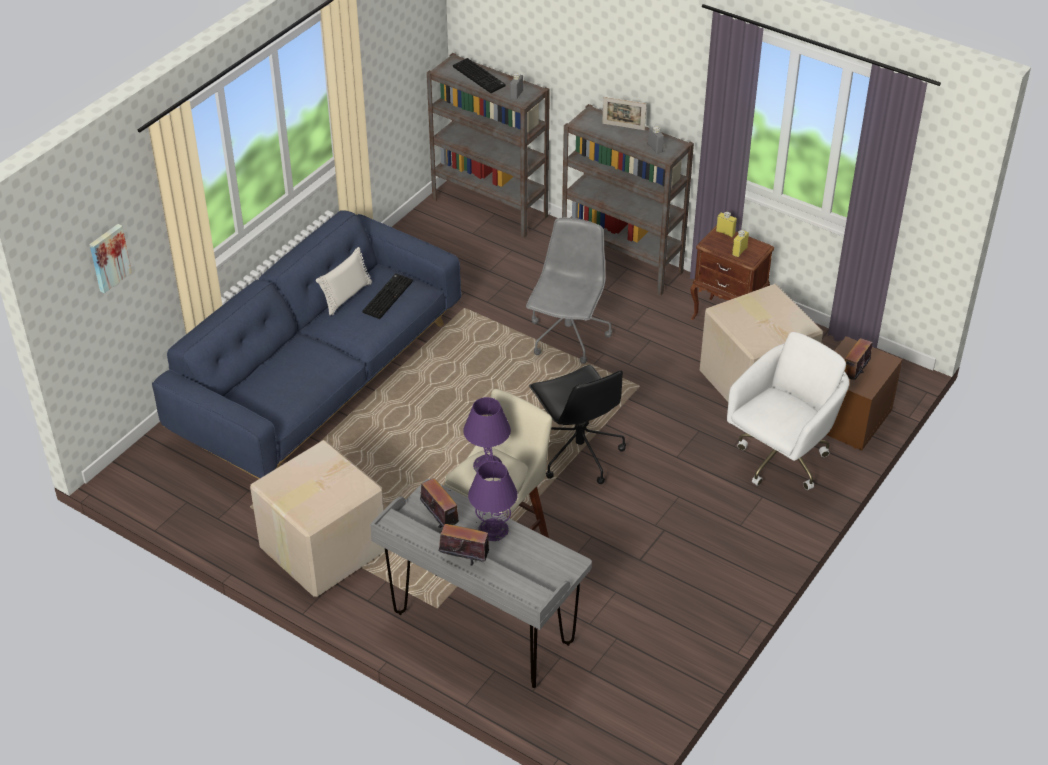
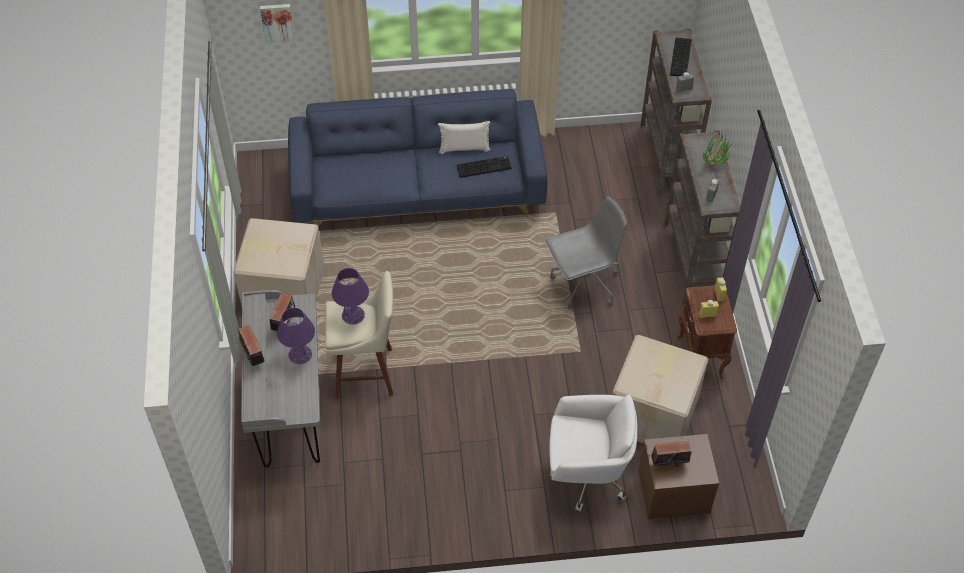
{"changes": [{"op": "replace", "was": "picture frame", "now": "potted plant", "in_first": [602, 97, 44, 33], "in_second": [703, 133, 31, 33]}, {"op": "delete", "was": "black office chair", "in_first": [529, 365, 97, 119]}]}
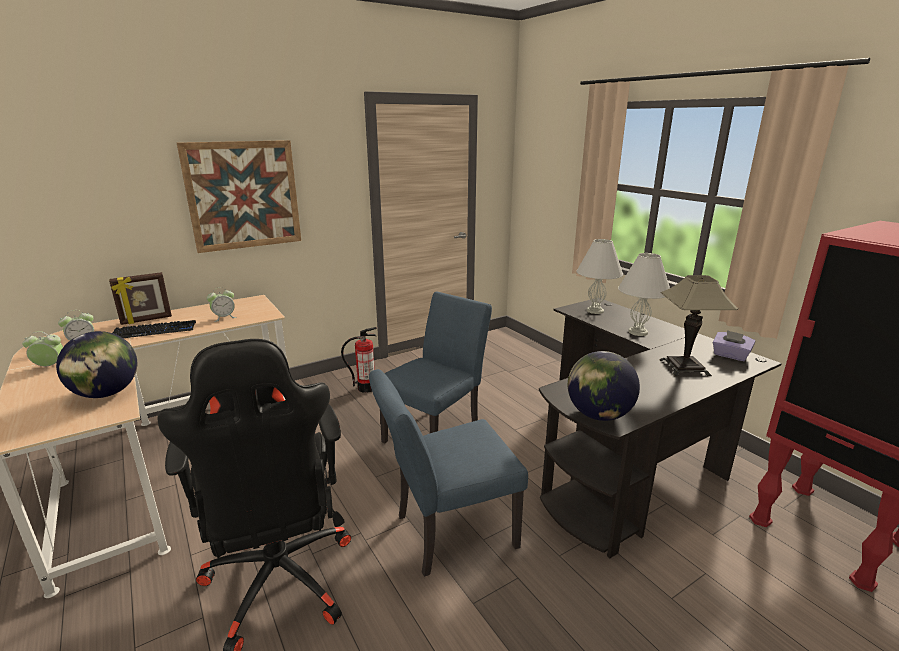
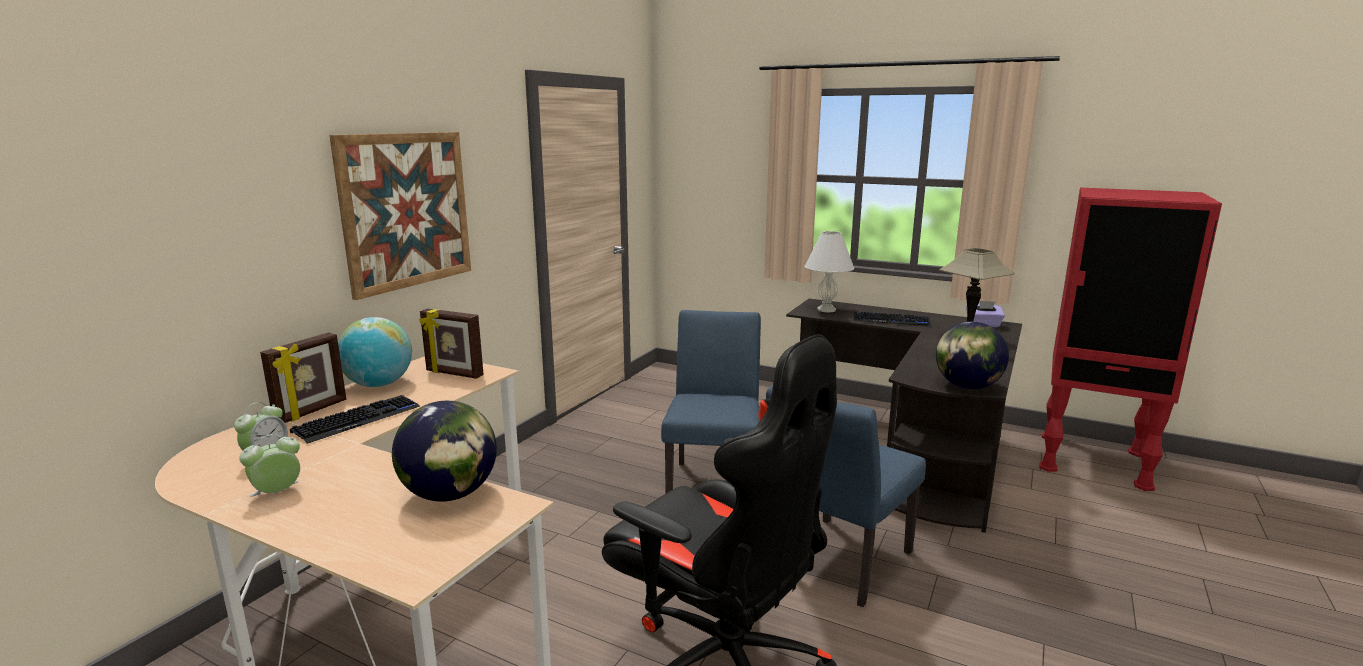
{"changes": [{"op": "insert", "now": "globe", "in_second": [338, 317, 74, 70]}, {"op": "insert", "now": "picture frame", "in_second": [419, 309, 65, 70]}, {"op": "replace", "was": "white table lamp", "now": "keyboard", "in_first": [618, 253, 52, 83], "in_second": [853, 312, 78, 14]}, {"op": "delete", "was": "alarm clock", "in_first": [206, 287, 31, 35]}, {"op": "delete", "was": "fire extinguisher", "in_first": [341, 327, 36, 66]}]}
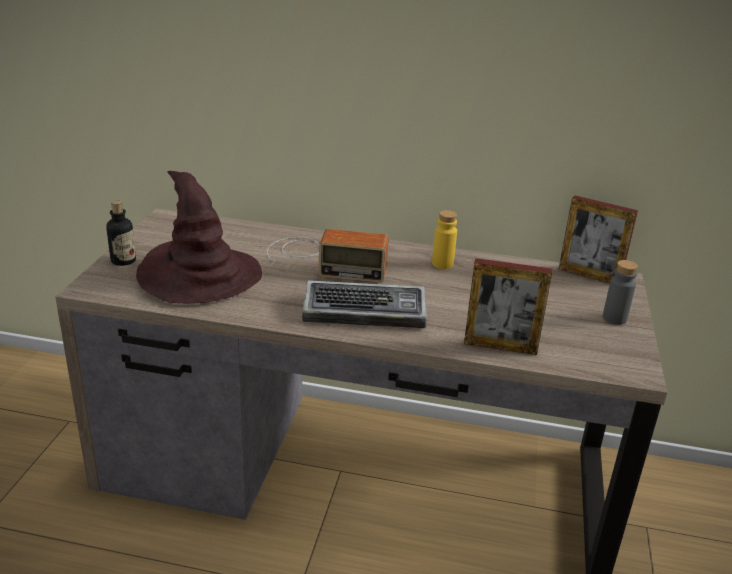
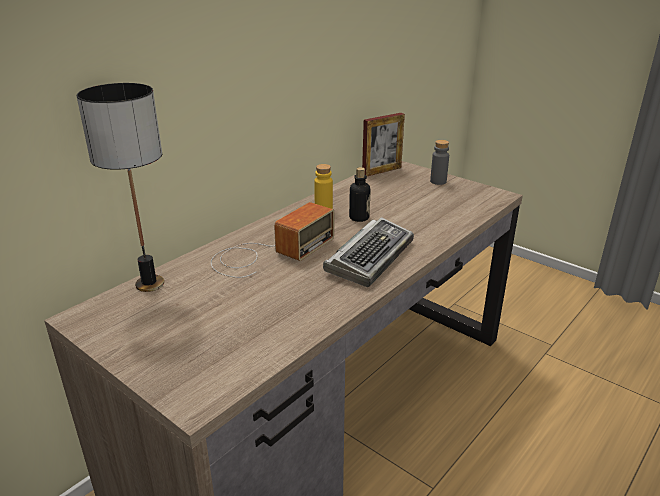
{"changes": [{"op": "insert", "now": "table lamp", "in_second": [77, 83, 87, 209]}, {"op": "move", "was": "bottle", "in_first": [106, 200, 30, 66], "in_second": [349, 167, 21, 55]}, {"op": "delete", "was": "brown hat", "in_first": [136, 171, 126, 133]}, {"op": "delete", "was": "picture frame", "in_first": [464, 258, 88, 97]}]}
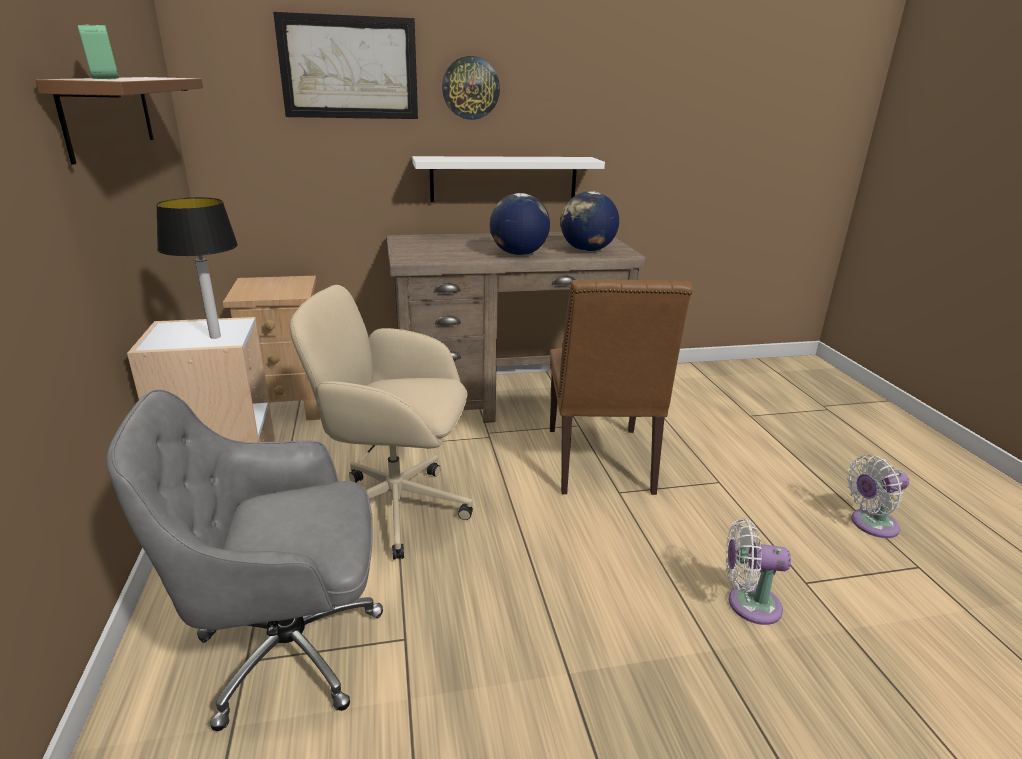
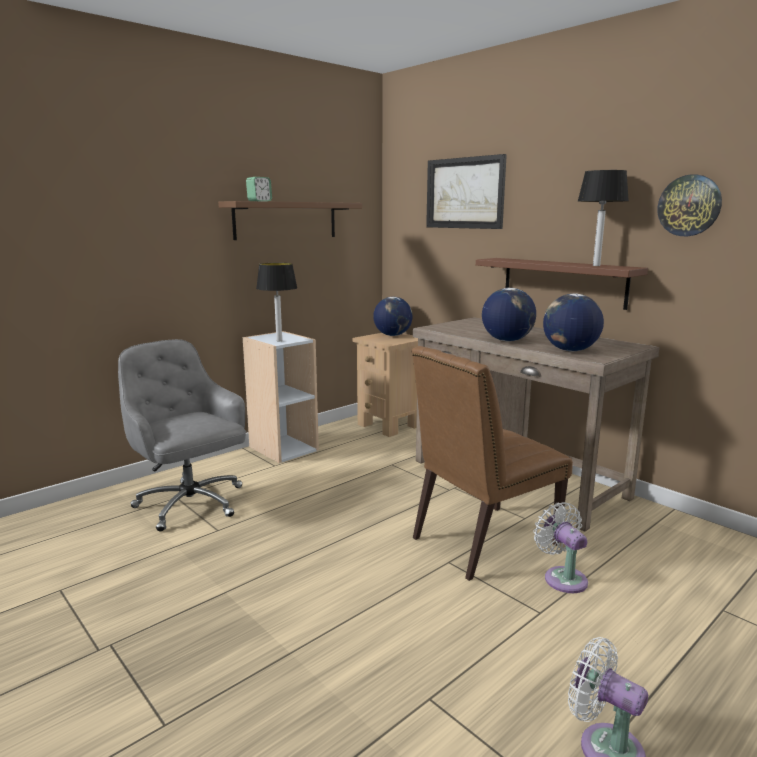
{"changes": [{"op": "insert", "now": "globe", "in_second": [373, 297, 40, 39]}, {"op": "recolor", "was": "white shelf", "now": "brown shelf", "in_first": [412, 156, 193, 46], "in_second": [476, 258, 172, 52]}, {"op": "move", "was": "white fan", "in_first": [726, 519, 65, 106], "in_second": [534, 502, 54, 91]}, {"op": "insert", "now": "table lamp", "in_second": [578, 170, 51, 96]}, {"op": "move", "was": "wall clock", "in_first": [442, 56, 58, 64], "in_second": [657, 174, 65, 62]}, {"op": "delete", "was": "beige office chair", "in_first": [290, 285, 183, 274]}]}
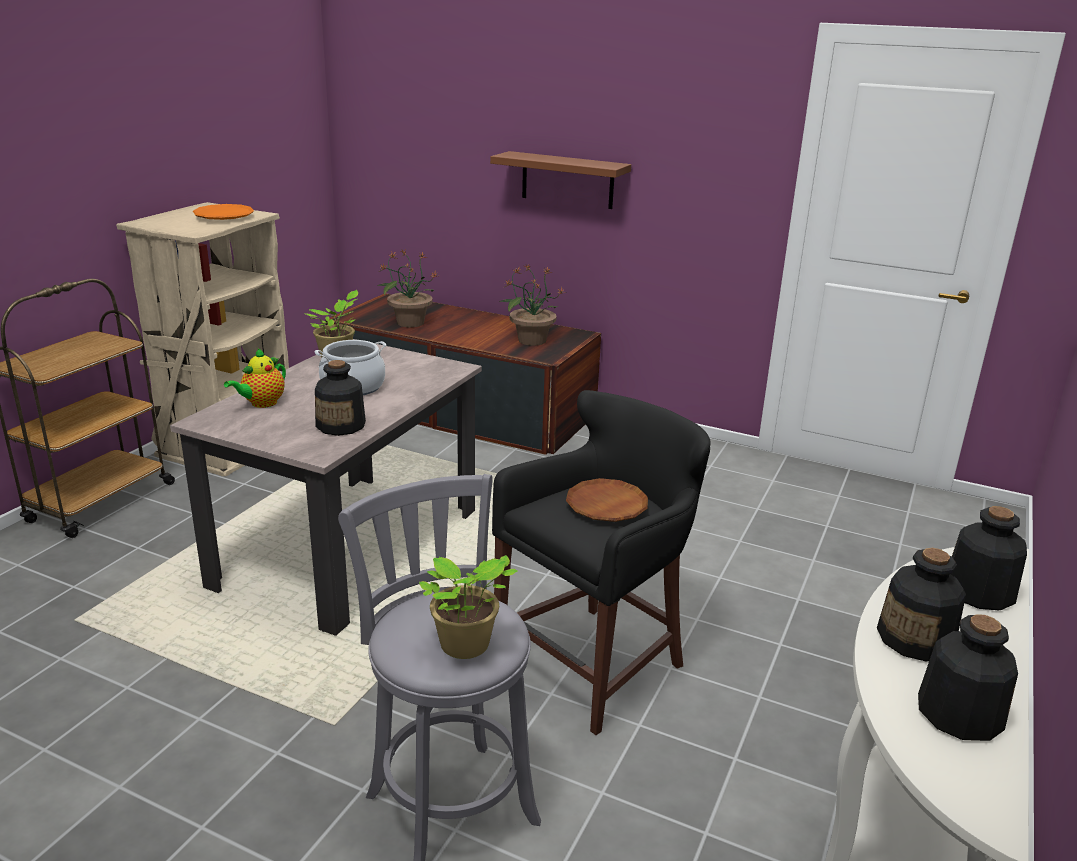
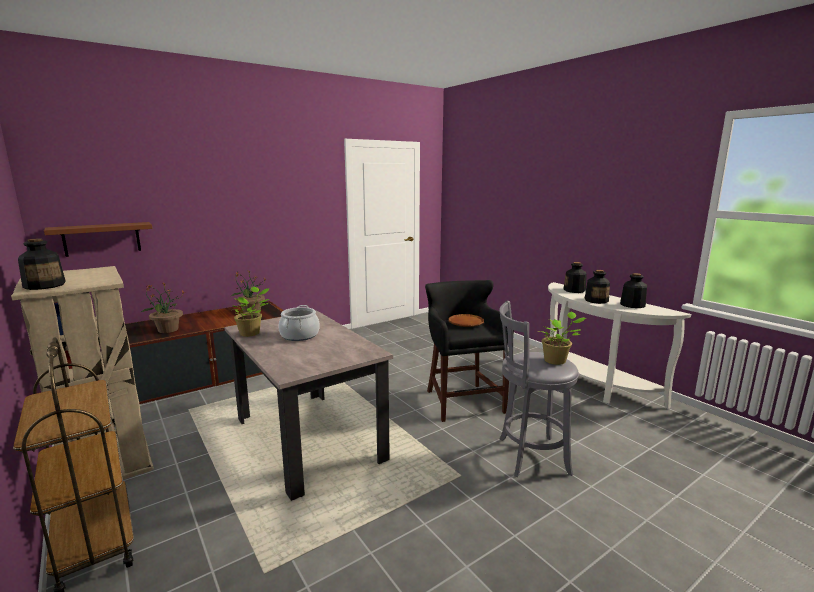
{"changes": [{"op": "move", "was": "bottle", "in_first": [315, 360, 51, 76], "in_second": [18, 238, 48, 52]}, {"op": "move", "was": "brown shelf", "in_first": [490, 151, 141, 58], "in_second": [44, 222, 108, 35]}, {"op": "delete", "was": "orange plate", "in_first": [193, 204, 61, 16]}, {"op": "delete", "was": "teapot", "in_first": [224, 348, 62, 60]}]}
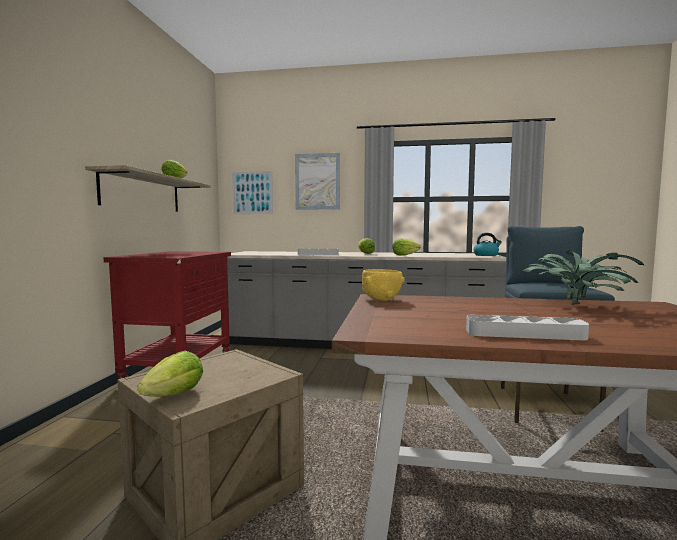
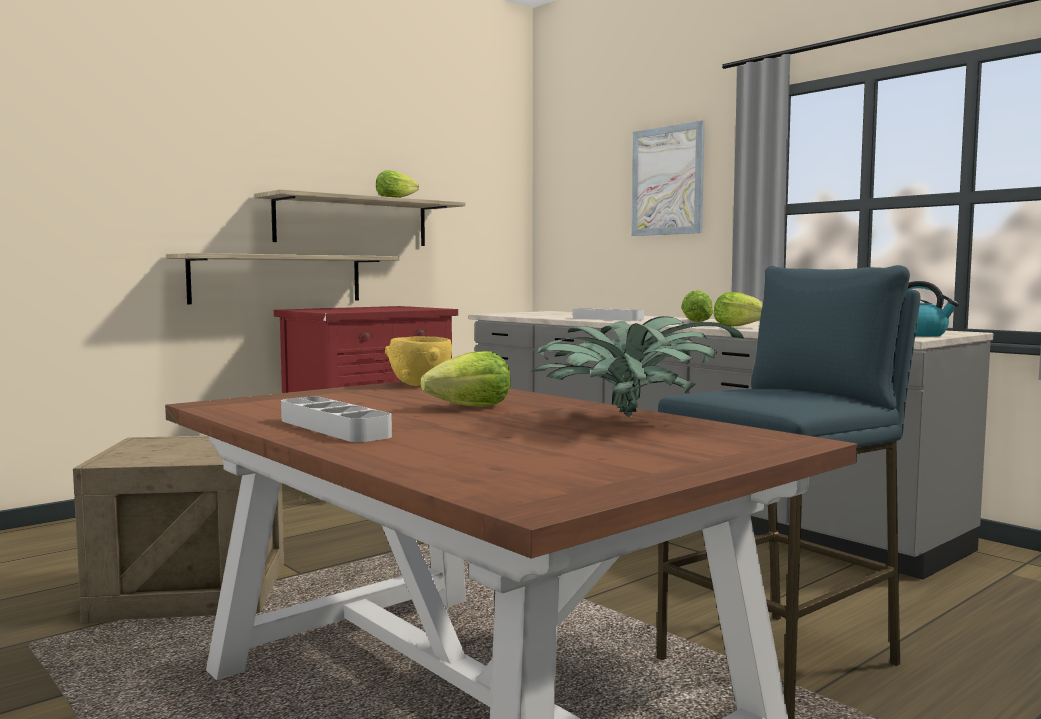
{"changes": [{"op": "insert", "now": "shelf", "in_second": [166, 253, 233, 51]}, {"op": "move", "was": "lettuce", "in_first": [137, 351, 66, 46], "in_second": [421, 351, 90, 56]}, {"op": "delete", "was": "picture", "in_first": [232, 171, 41, 43]}]}
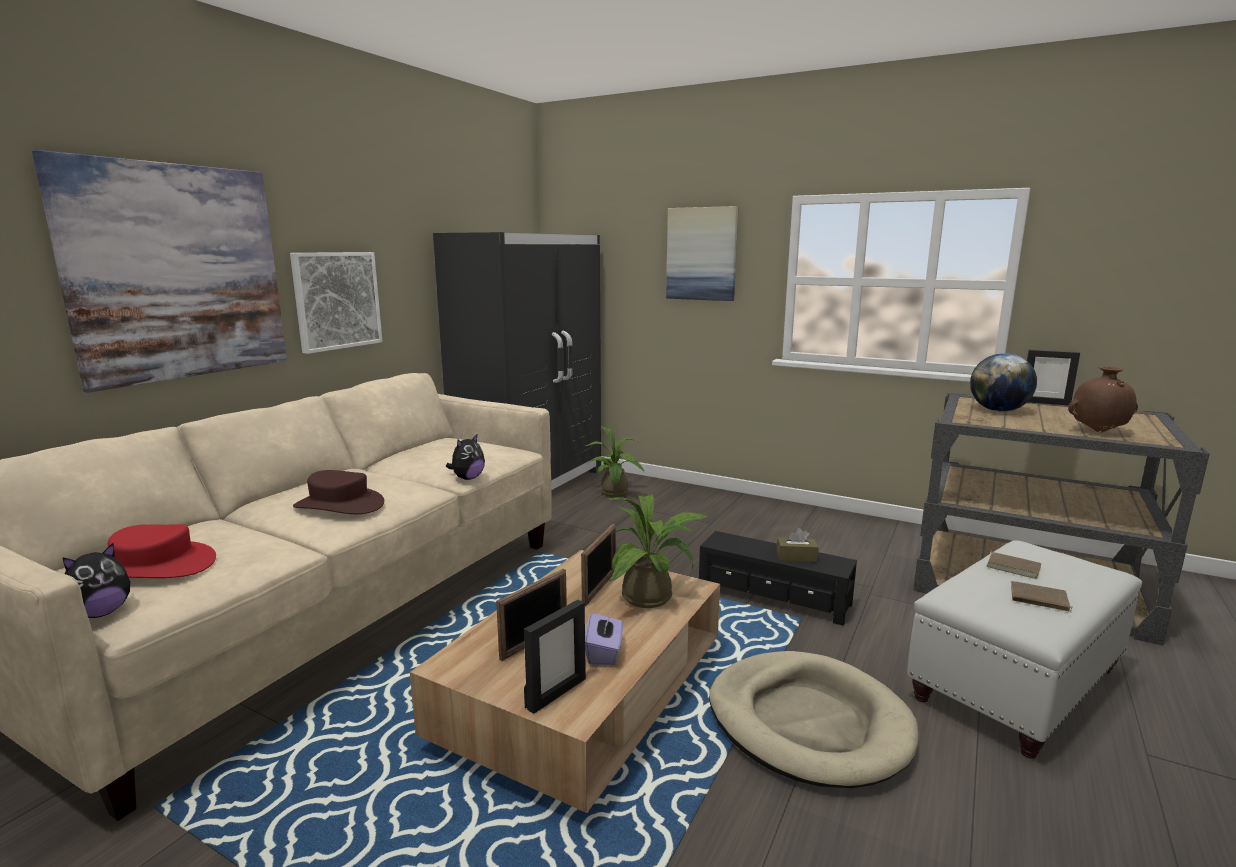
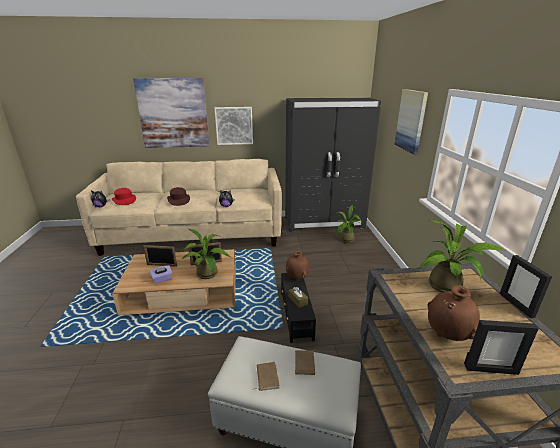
{"changes": [{"op": "insert", "now": "brown vase", "in_second": [286, 251, 23, 28]}, {"op": "replace", "was": "globe", "now": "potted plant", "in_first": [970, 353, 67, 59], "in_second": [417, 220, 88, 73]}, {"op": "move", "was": "picture frame", "in_first": [524, 600, 62, 114], "in_second": [464, 320, 75, 55]}, {"op": "delete", "was": "beige dog bed", "in_first": [709, 651, 210, 137]}]}
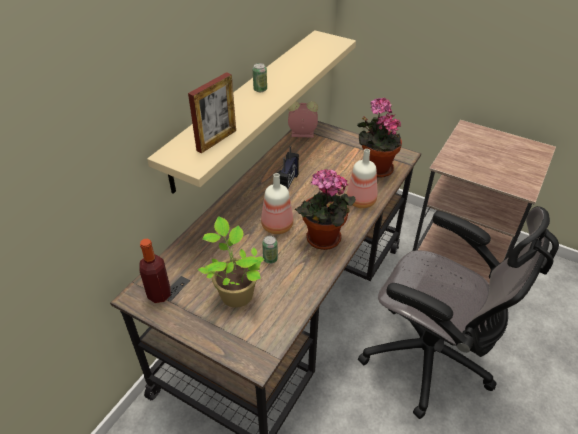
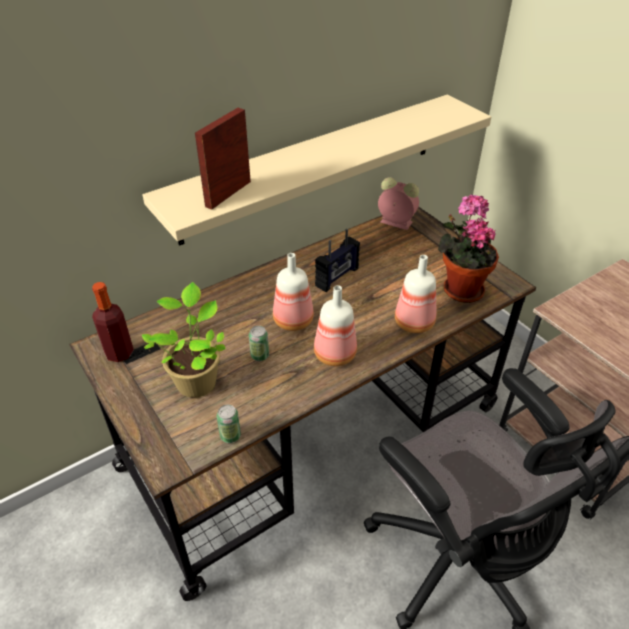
{"changes": [{"op": "rotate", "was": "picture frame", "in_first": [188, 72, 48, 82], "in_second": [195, 108, 56, 102], "clockwise": 150}, {"op": "move", "was": "can", "in_first": [253, 63, 14, 29], "in_second": [217, 405, 24, 38]}, {"op": "replace", "was": "potted plant", "now": "bottle", "in_first": [295, 169, 61, 81], "in_second": [314, 285, 43, 81]}]}
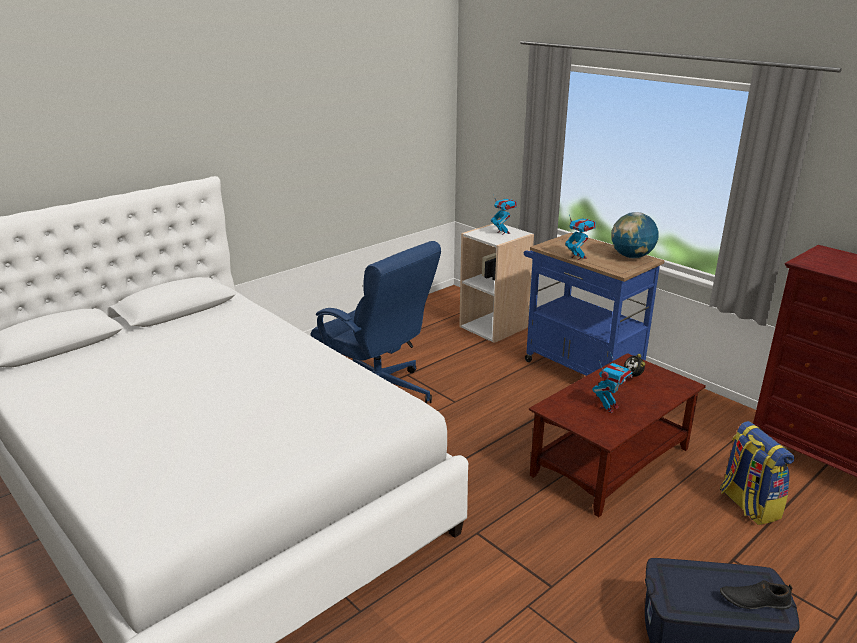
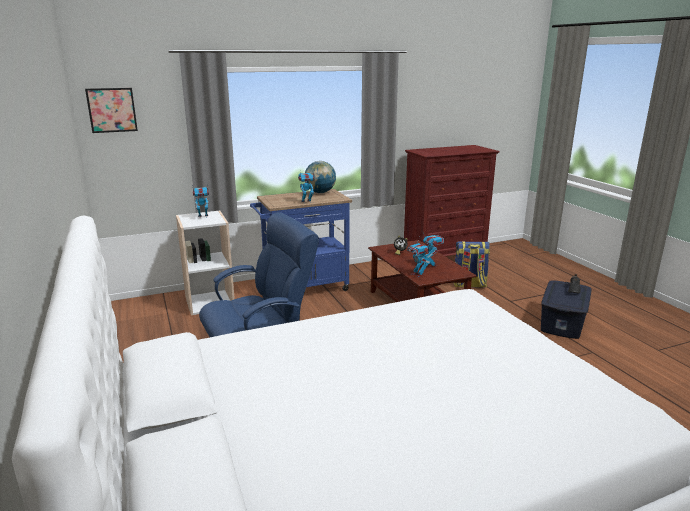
{"changes": [{"op": "insert", "now": "picture", "in_second": [85, 88, 53, 45]}, {"op": "insert", "now": "toy robot", "in_second": [407, 237, 24, 40]}]}
